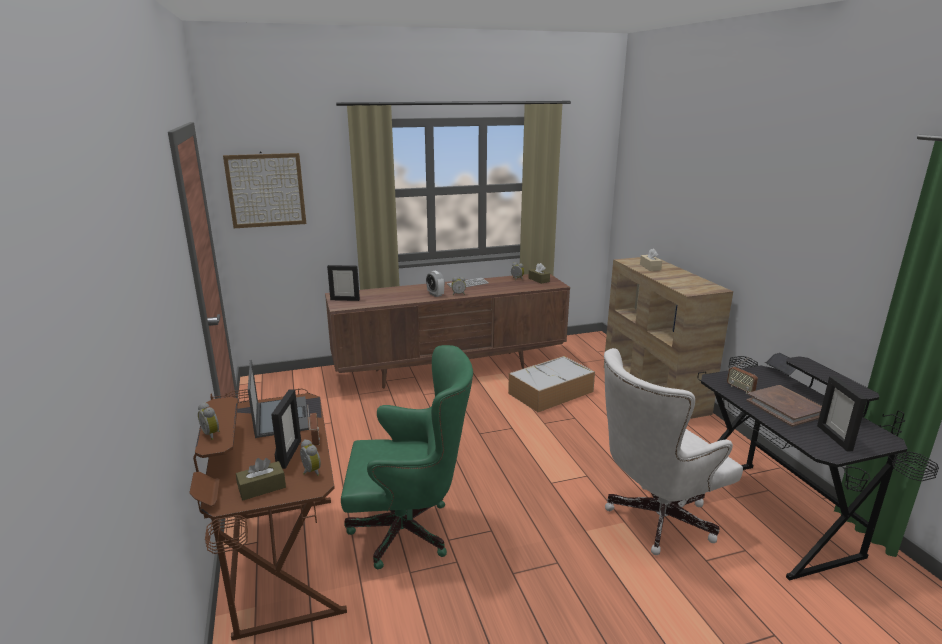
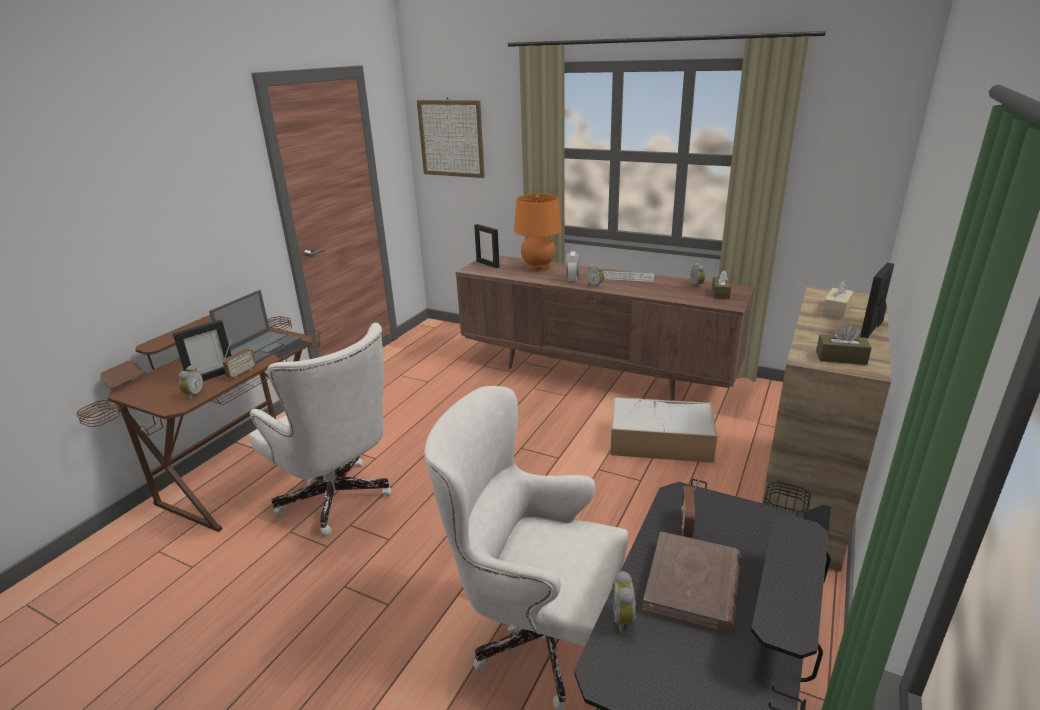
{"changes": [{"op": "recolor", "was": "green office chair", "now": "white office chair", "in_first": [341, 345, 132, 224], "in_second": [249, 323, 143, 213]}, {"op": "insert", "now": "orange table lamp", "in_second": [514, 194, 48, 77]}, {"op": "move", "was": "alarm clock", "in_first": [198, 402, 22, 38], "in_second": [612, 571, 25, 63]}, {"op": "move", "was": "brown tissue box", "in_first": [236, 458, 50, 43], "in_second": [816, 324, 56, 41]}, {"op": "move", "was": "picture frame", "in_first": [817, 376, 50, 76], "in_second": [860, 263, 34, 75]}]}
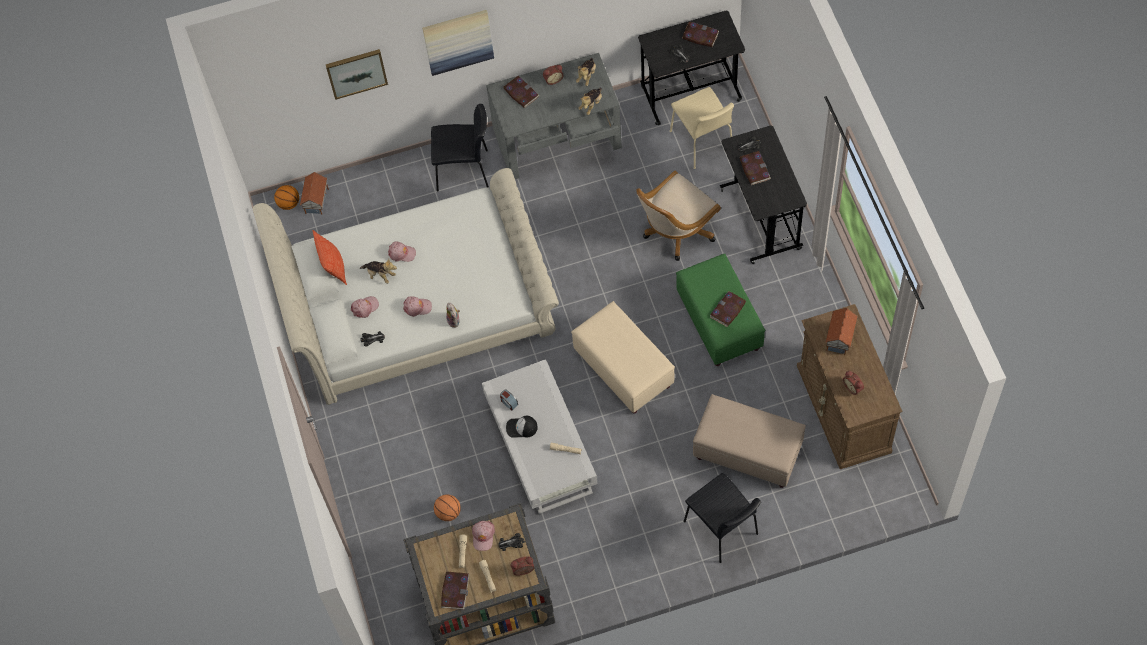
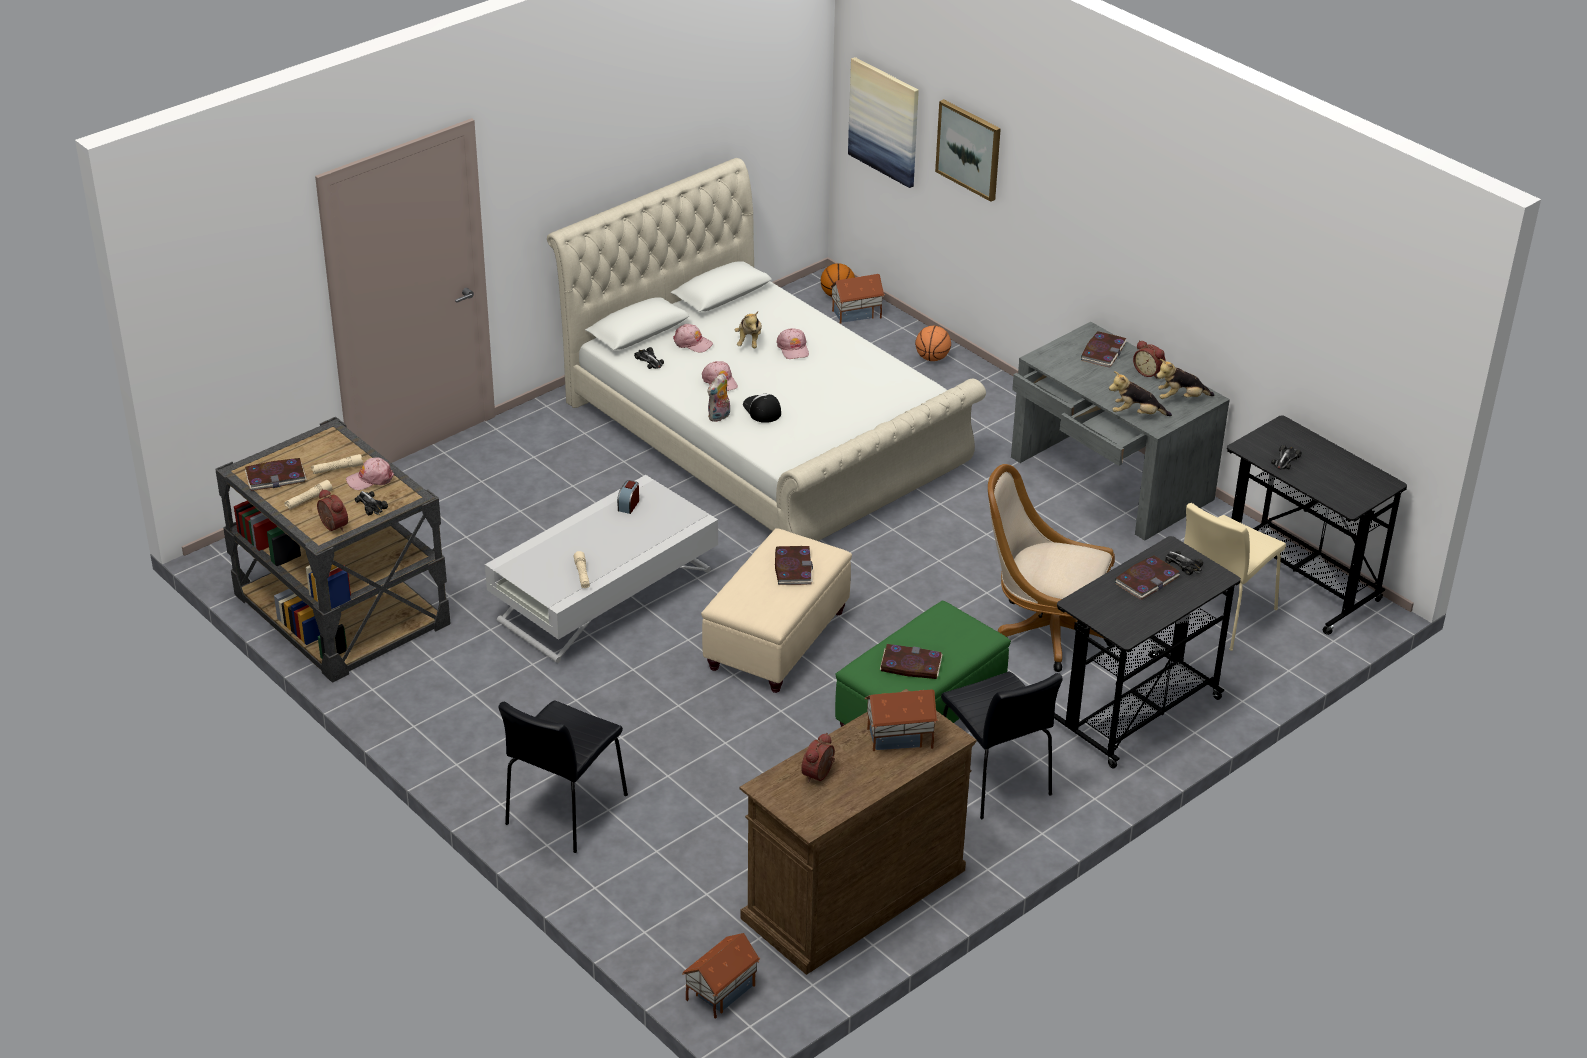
{"changes": [{"op": "insert", "now": "toy house", "in_second": [682, 933, 78, 86]}, {"op": "move", "was": "cap", "in_first": [506, 416, 32, 22], "in_second": [743, 394, 38, 29]}, {"op": "move", "was": "book", "in_first": [682, 21, 37, 26], "in_second": [775, 546, 38, 39]}, {"op": "move", "was": "picture", "in_first": [422, 10, 72, 66], "in_second": [848, 57, 71, 131]}, {"op": "move", "was": "basketball", "in_first": [434, 494, 27, 27], "in_second": [915, 326, 36, 35]}, {"op": "move", "was": "black chair", "in_first": [431, 104, 58, 87], "in_second": [941, 672, 122, 147]}, {"op": "delete", "was": "orange pillow", "in_first": [313, 230, 34, 55]}, {"op": "delete", "was": "beige ottoman", "in_first": [693, 394, 113, 94]}]}
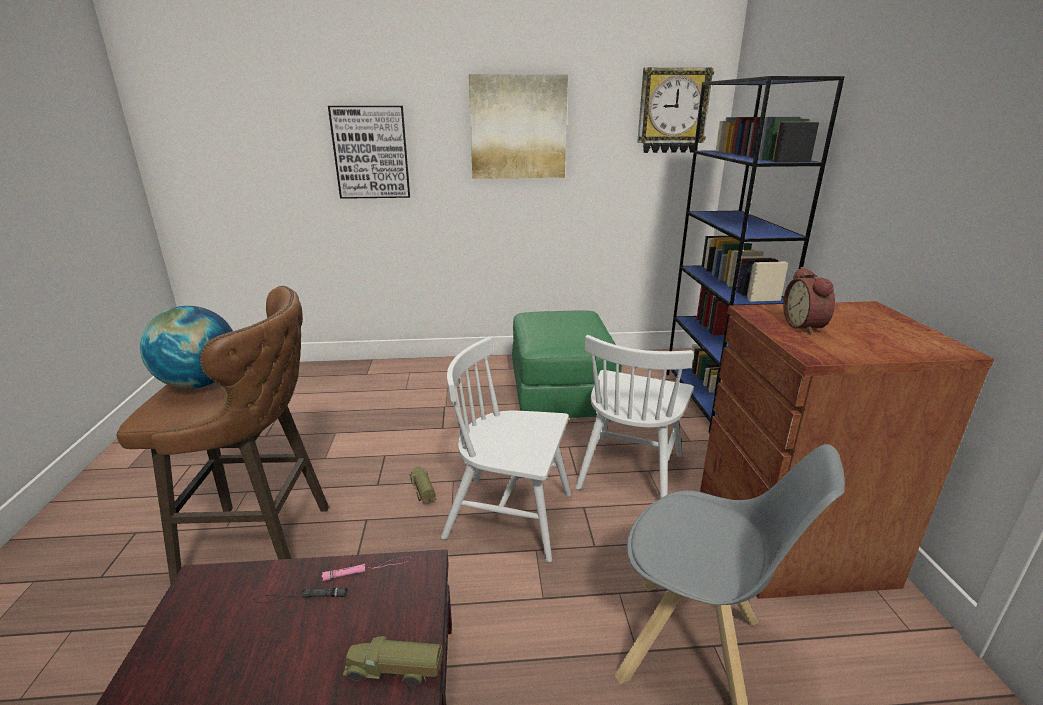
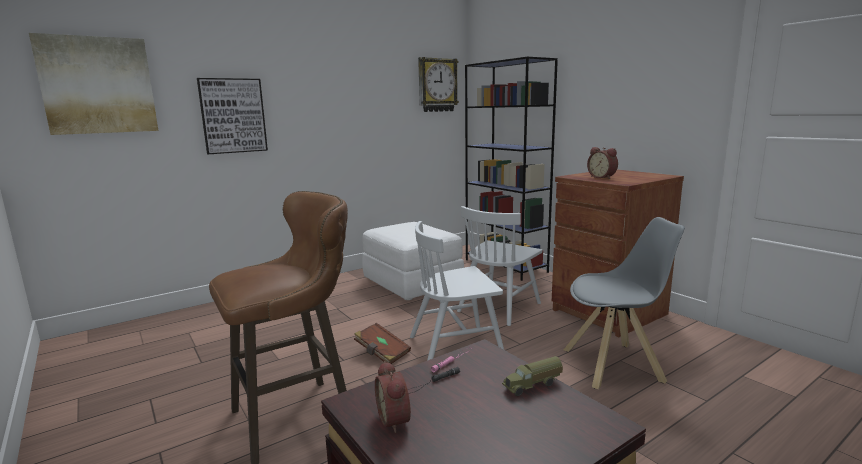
{"changes": [{"op": "move", "was": "picture", "in_first": [469, 74, 99, 105], "in_second": [29, 33, 129, 102]}, {"op": "replace", "was": "toy truck", "now": "brown book", "in_first": [409, 466, 27, 37], "in_second": [354, 323, 57, 41]}, {"op": "recolor", "was": "green ottoman", "now": "white ottoman", "in_first": [512, 311, 110, 107], "in_second": [362, 222, 102, 78]}, {"op": "insert", "now": "alarm clock", "in_second": [375, 361, 36, 72]}, {"op": "rotate", "was": "white chair", "in_first": [576, 335, 118, 163], "in_second": [457, 206, 85, 120], "clockwise": 45}, {"op": "delete", "was": "globe", "in_first": [140, 306, 93, 83]}]}
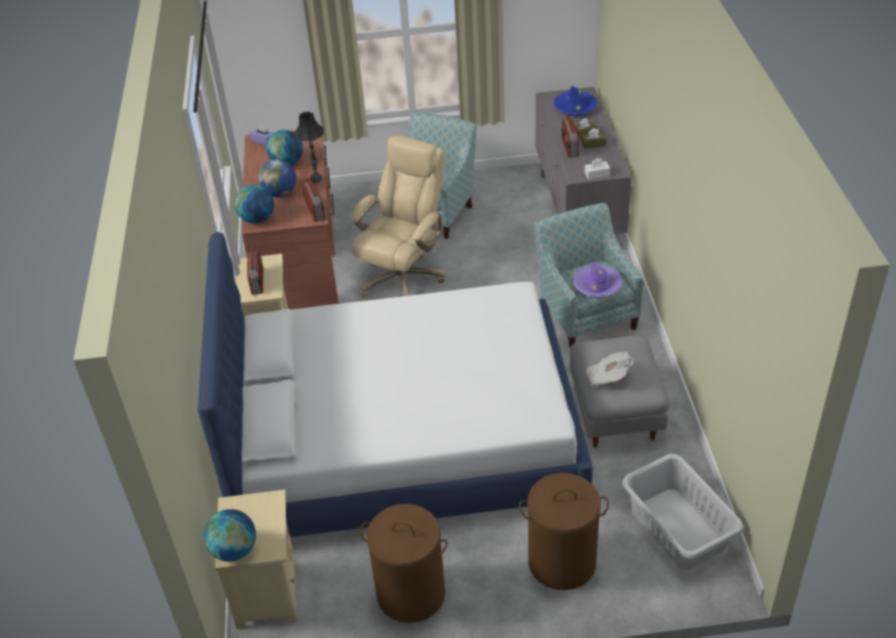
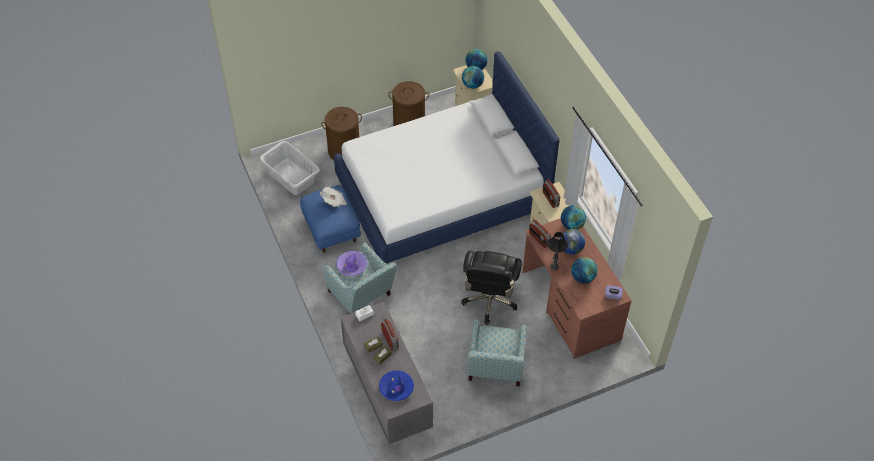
{"changes": [{"op": "recolor", "was": "grey ottoman", "now": "blue ottoman", "in_first": [570, 335, 100, 113], "in_second": [300, 185, 61, 68]}, {"op": "insert", "now": "globe", "in_second": [462, 66, 22, 23]}, {"op": "recolor", "was": "beige office chair", "now": "black office chair", "in_first": [351, 135, 94, 163], "in_second": [462, 251, 60, 74]}]}
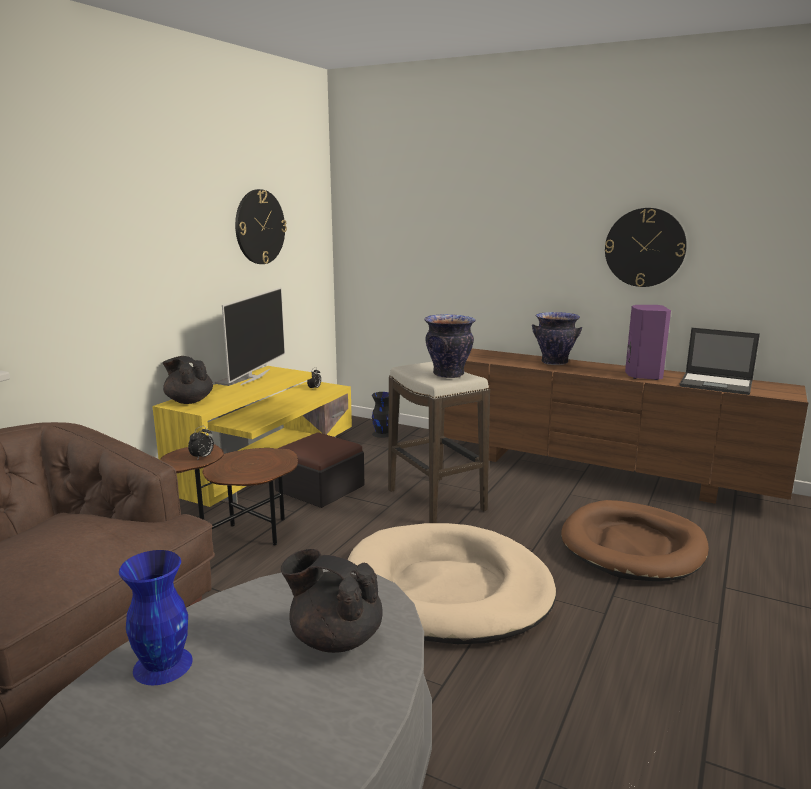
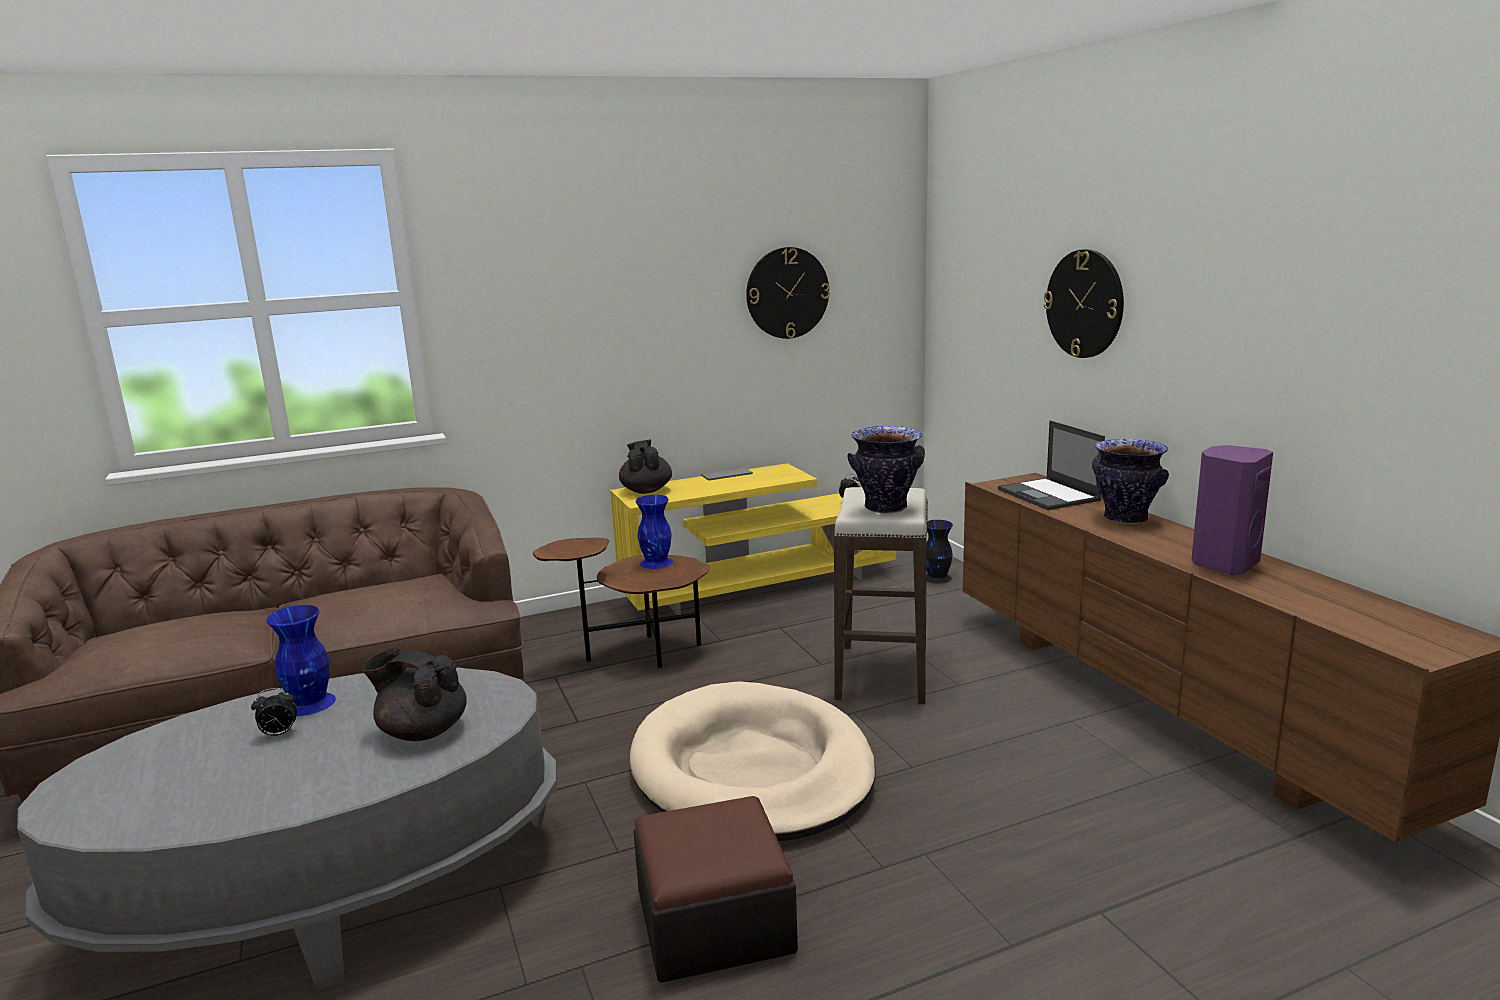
{"changes": [{"op": "move", "was": "alarm clock", "in_first": [188, 426, 26, 35], "in_second": [251, 688, 46, 50]}, {"op": "rotate", "was": "black teapot", "in_first": [281, 549, 102, 104], "in_second": [362, 648, 105, 93], "clockwise": -45}, {"op": "move", "was": "ottoman", "in_first": [275, 433, 89, 75], "in_second": [633, 796, 165, 187]}, {"op": "insert", "now": "blue vase", "in_second": [635, 495, 38, 74]}, {"op": "move", "was": "laptop", "in_first": [679, 328, 81, 67], "in_second": [998, 420, 107, 90]}, {"op": "move", "was": "wall clock", "in_first": [605, 208, 82, 79], "in_second": [1044, 249, 80, 109]}, {"op": "delete", "was": "television", "in_first": [222, 287, 63, 98]}, {"op": "delete", "was": "brown dog bed", "in_first": [561, 500, 148, 81]}]}
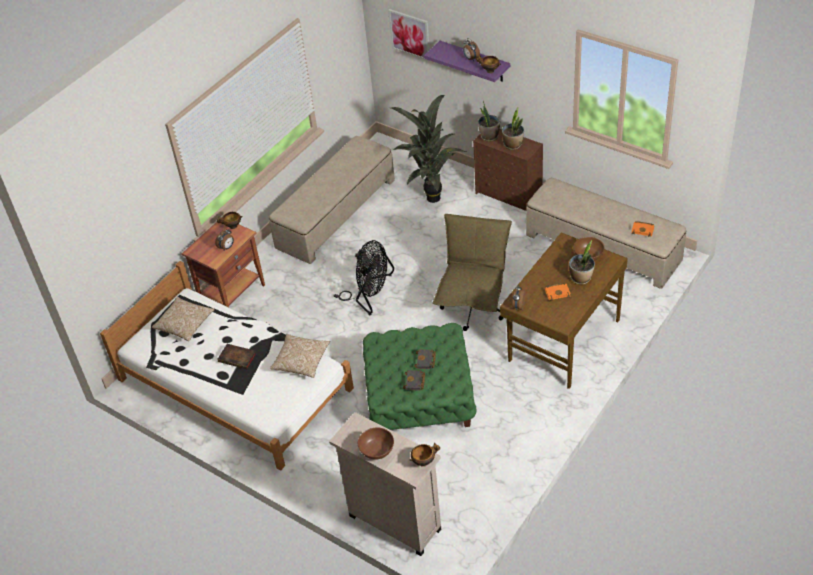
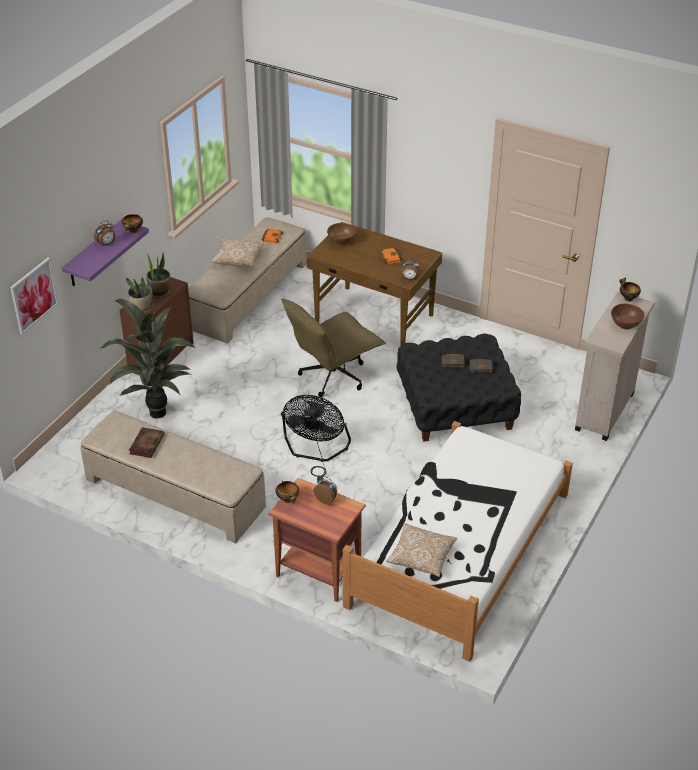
{"changes": [{"op": "move", "was": "book", "in_first": [217, 344, 40, 26], "in_second": [129, 427, 36, 31]}, {"op": "move", "was": "pillow", "in_first": [270, 334, 60, 44], "in_second": [211, 238, 53, 29]}, {"op": "rotate", "was": "beige office chair", "in_first": [433, 214, 79, 117], "in_second": [281, 298, 105, 99], "clockwise": -45}, {"op": "recolor", "was": "green ottoman", "now": "black ottoman", "in_first": [363, 323, 113, 107], "in_second": [397, 334, 124, 108]}, {"op": "delete", "was": "potted plant", "in_first": [569, 240, 26, 45]}]}
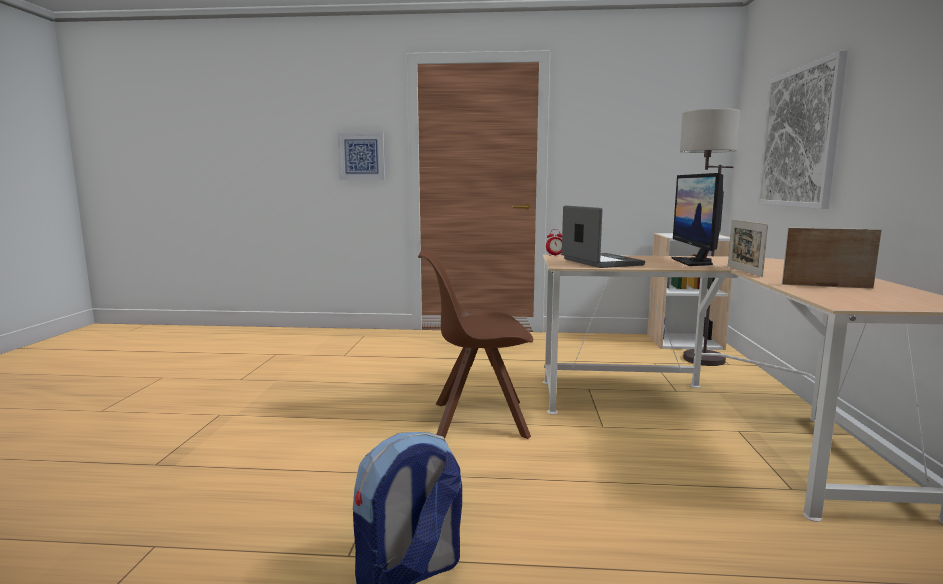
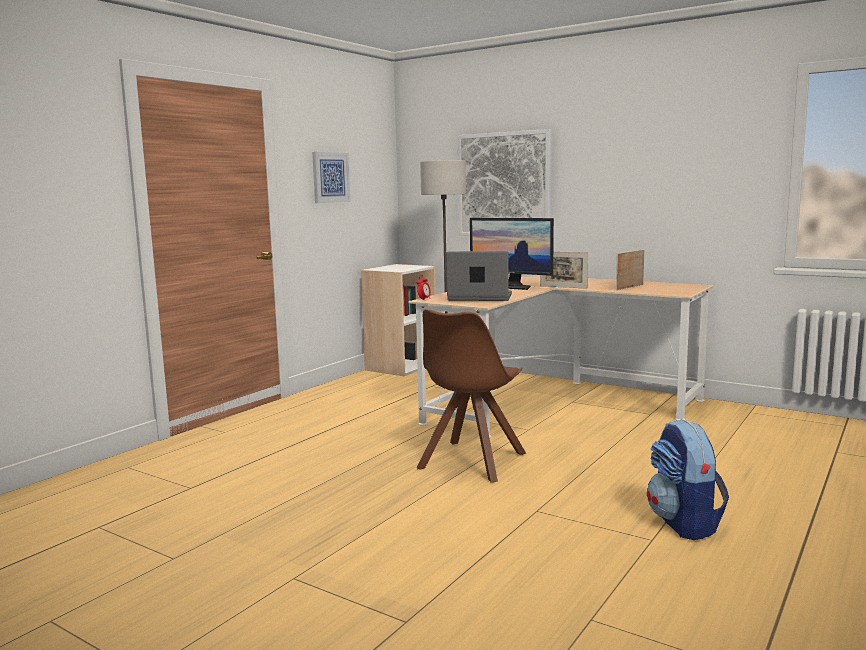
{"changes": [{"op": "move", "was": "picture", "in_first": [337, 132, 48, 48], "in_second": [312, 152, 38, 51]}]}
